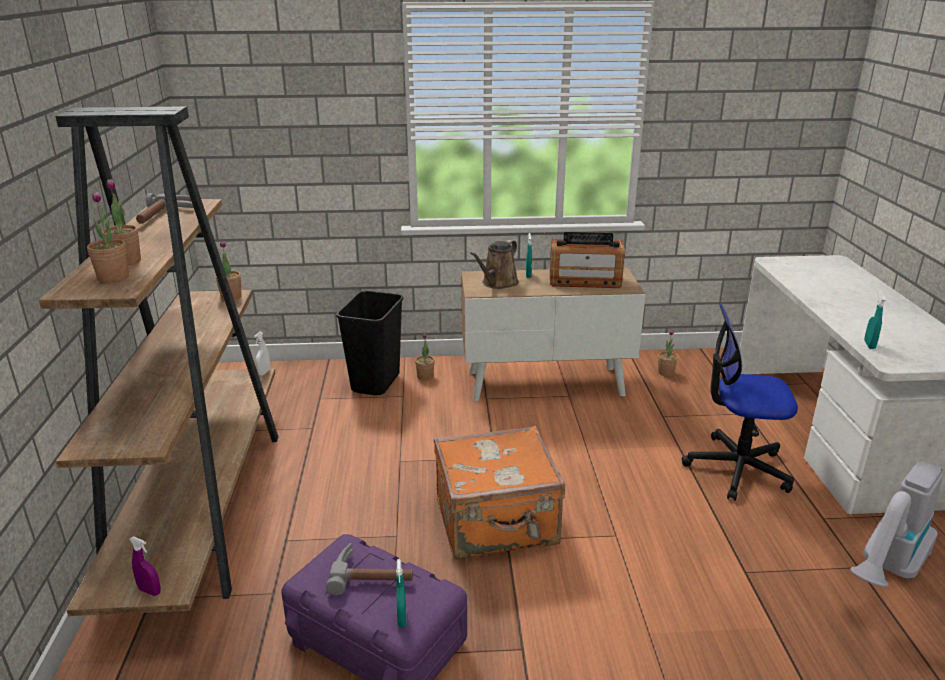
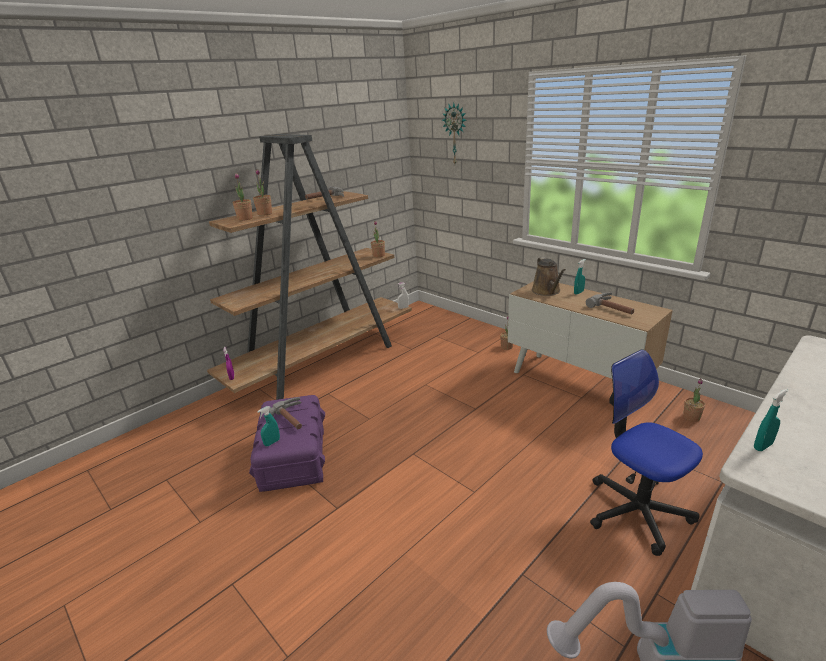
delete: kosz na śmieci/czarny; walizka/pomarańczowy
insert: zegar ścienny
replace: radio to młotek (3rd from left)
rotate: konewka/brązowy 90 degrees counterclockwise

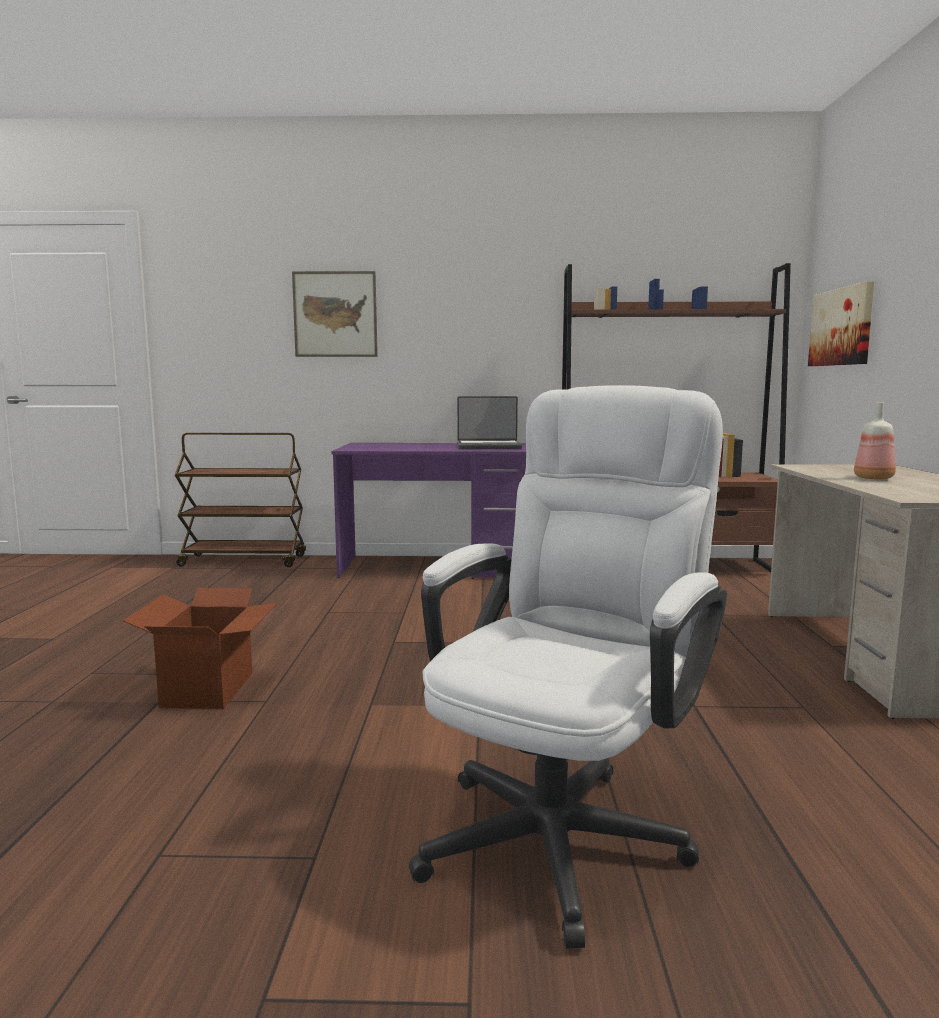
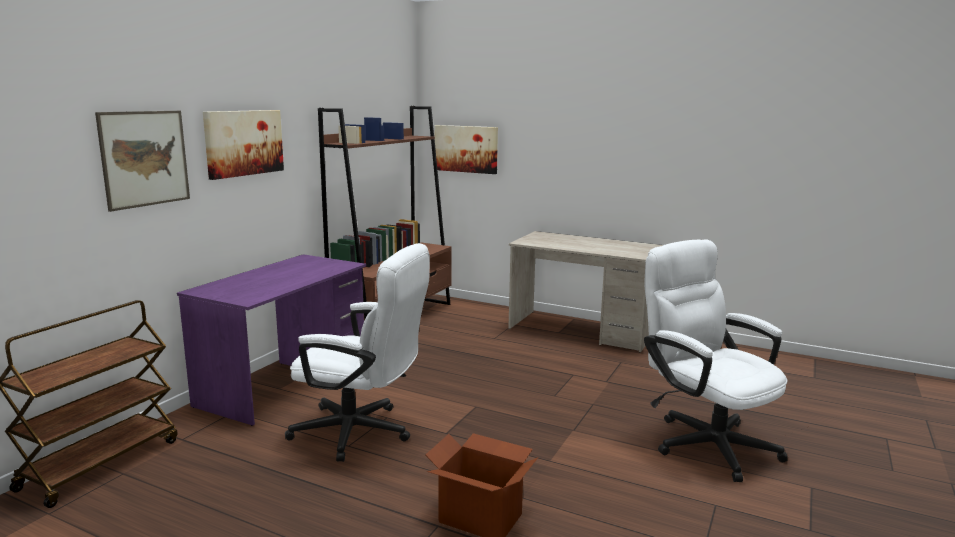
delete: laptop; butelka
insert: obraz (2nd from left); krzesło biurowe/biały (1st from left)

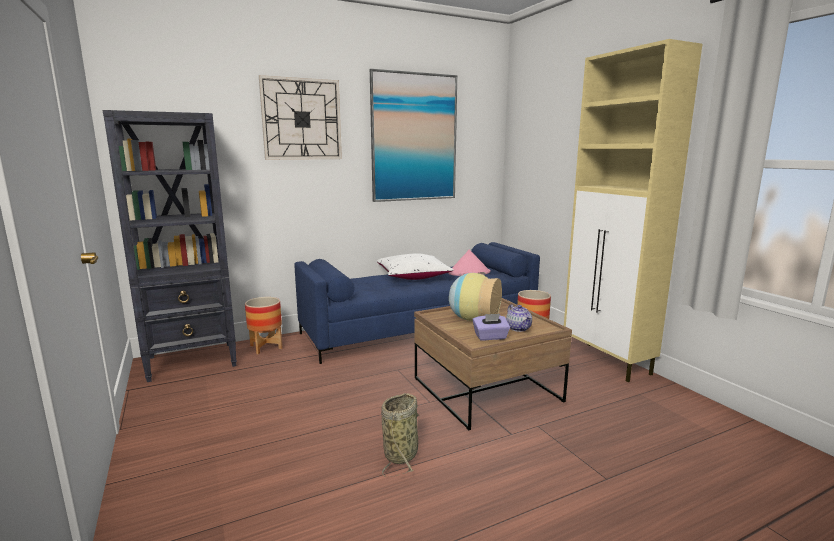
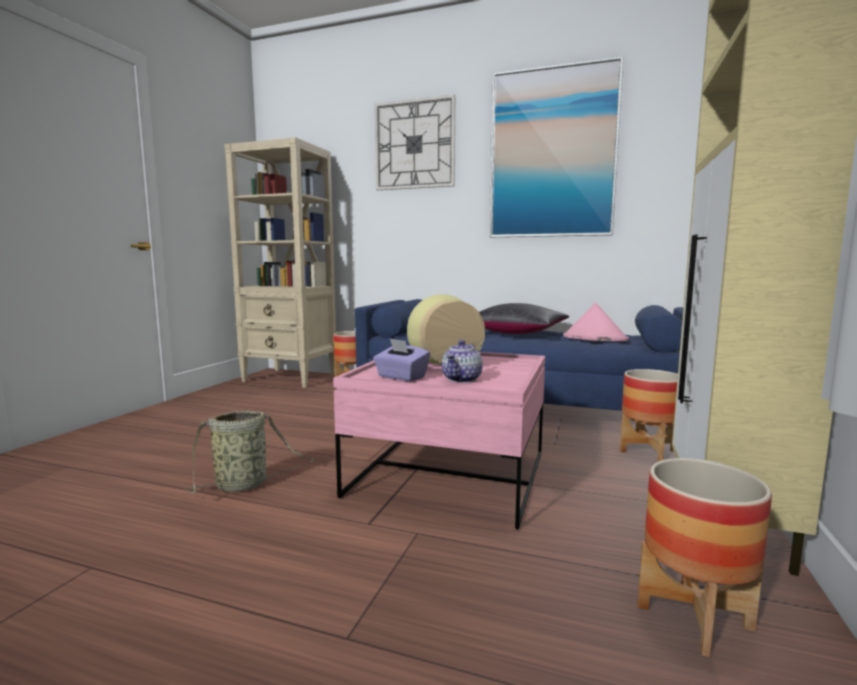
insert: donica (3rd from left)
recolor: regał/czarny to regał/beżowy; poduszka/biały to poduszka/czarny; ława/brązowy to ława/różowy

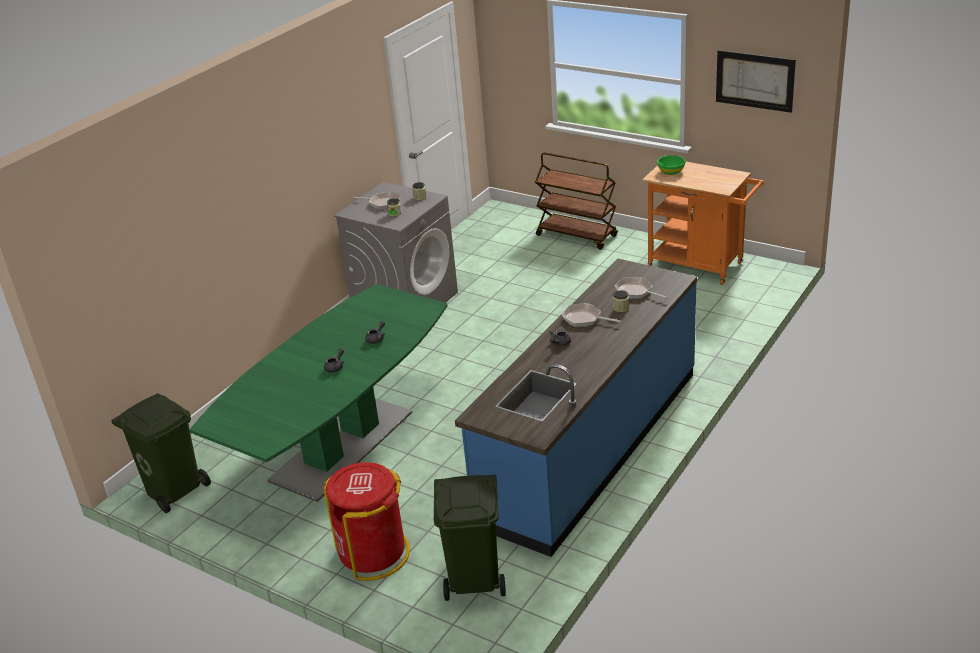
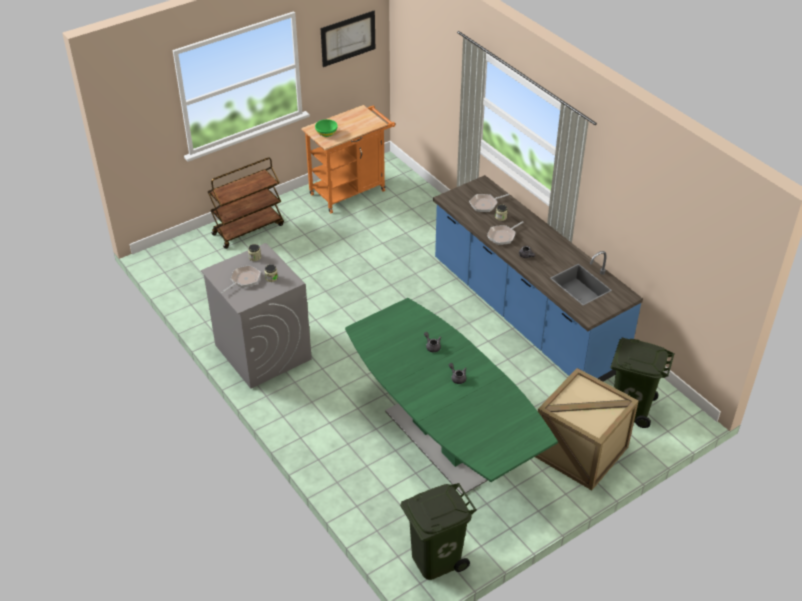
replace: kosz na śmieci/czerwony to skrzynka

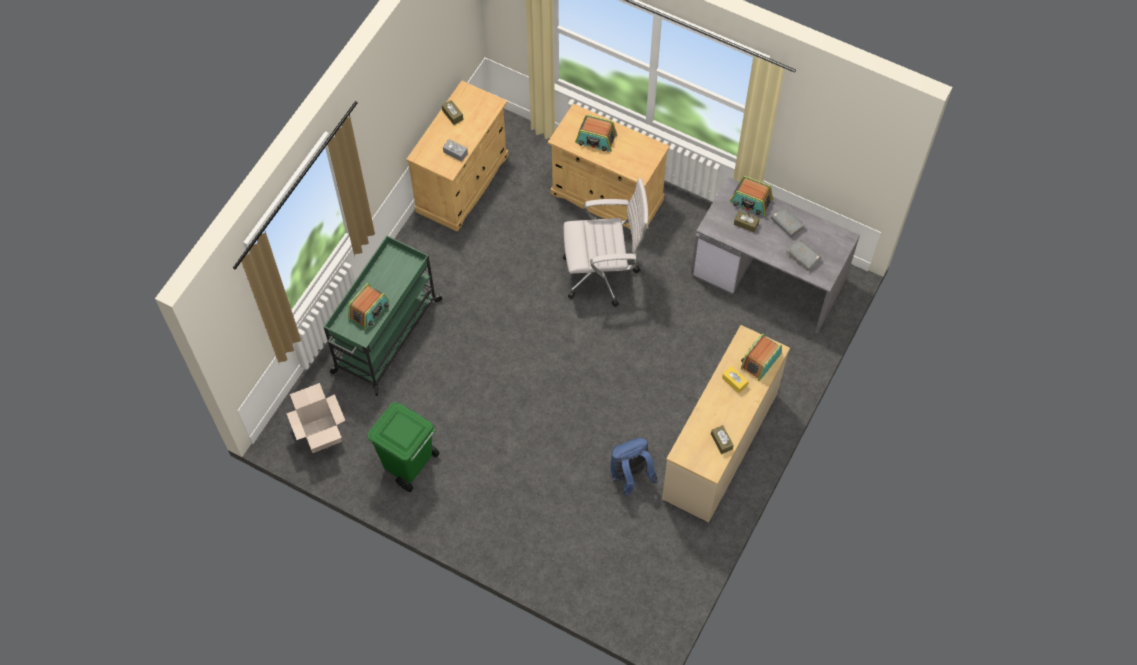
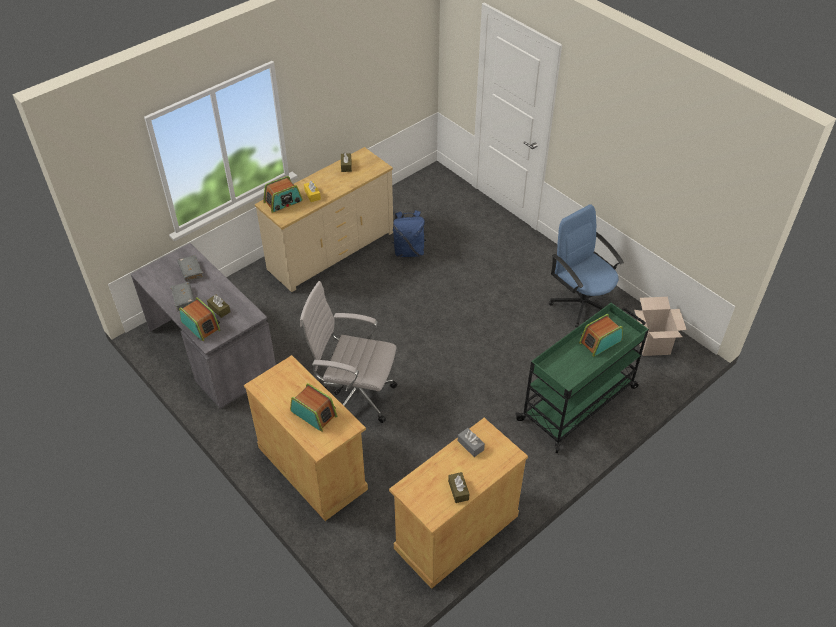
replace: kosz na śmieci/zielony to krzesło biurowe/niebieski

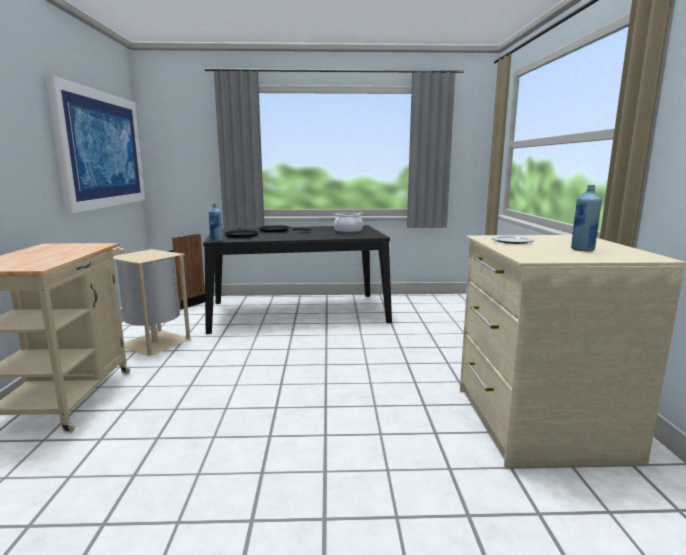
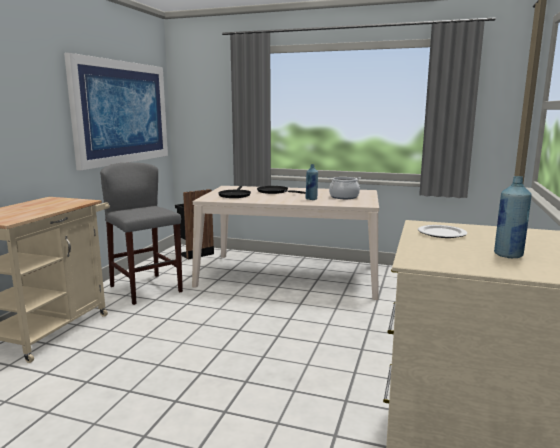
move: butelka/niebieski (1st from left)
replace: kosz na śmieci/beżowy to stołek/szary
recolor: stół jadalny/czarny to stół jadalny/beżowy

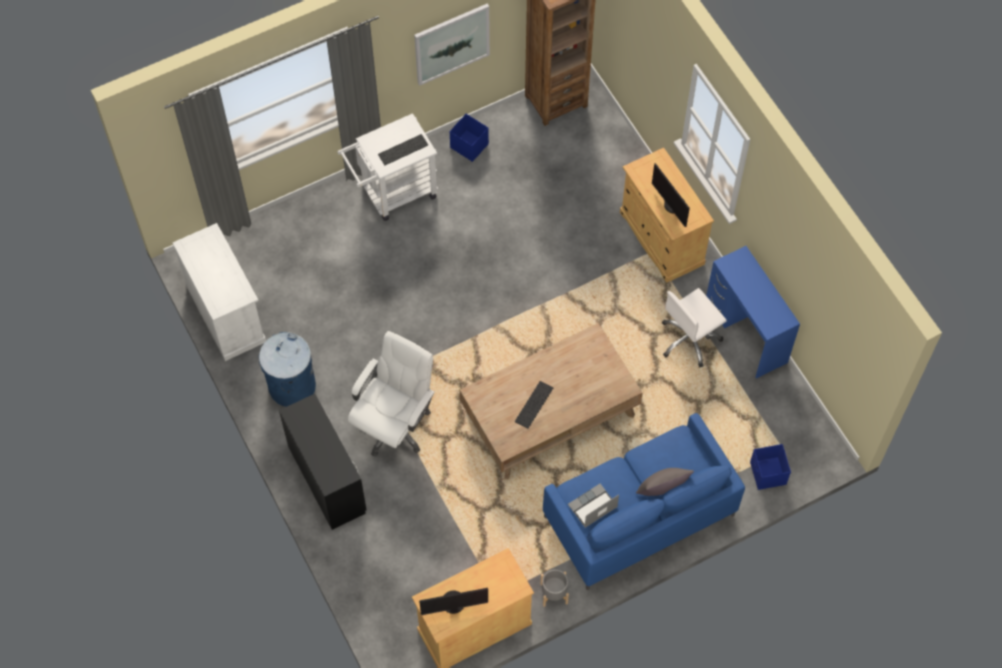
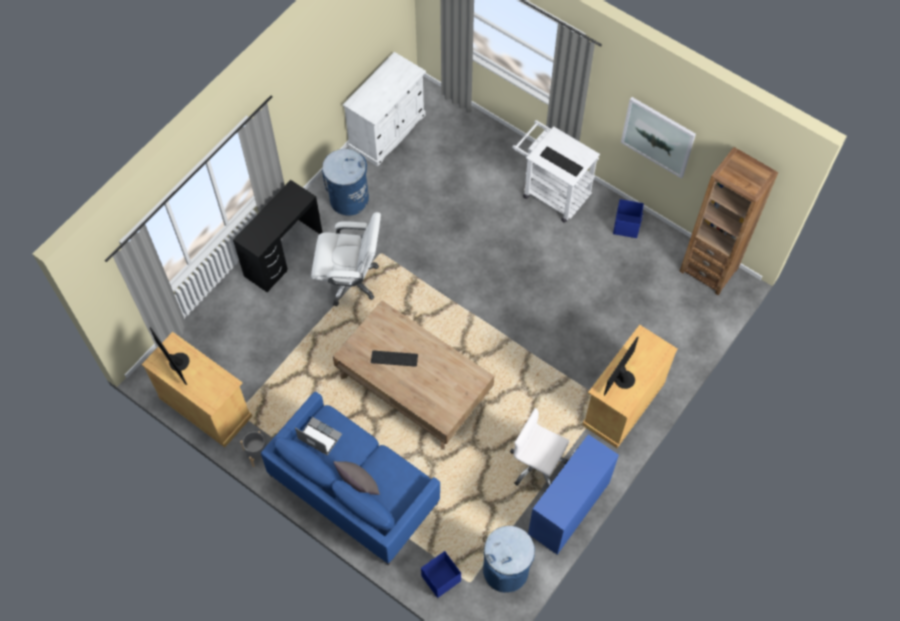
insert: kosz na śmieci/niebieski (2nd from left)

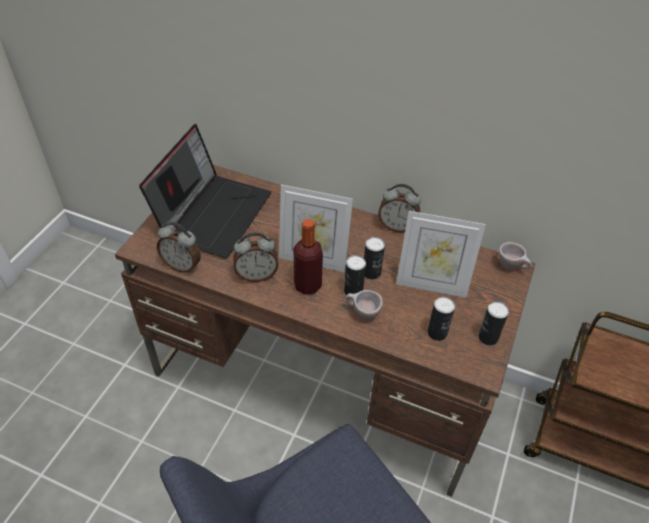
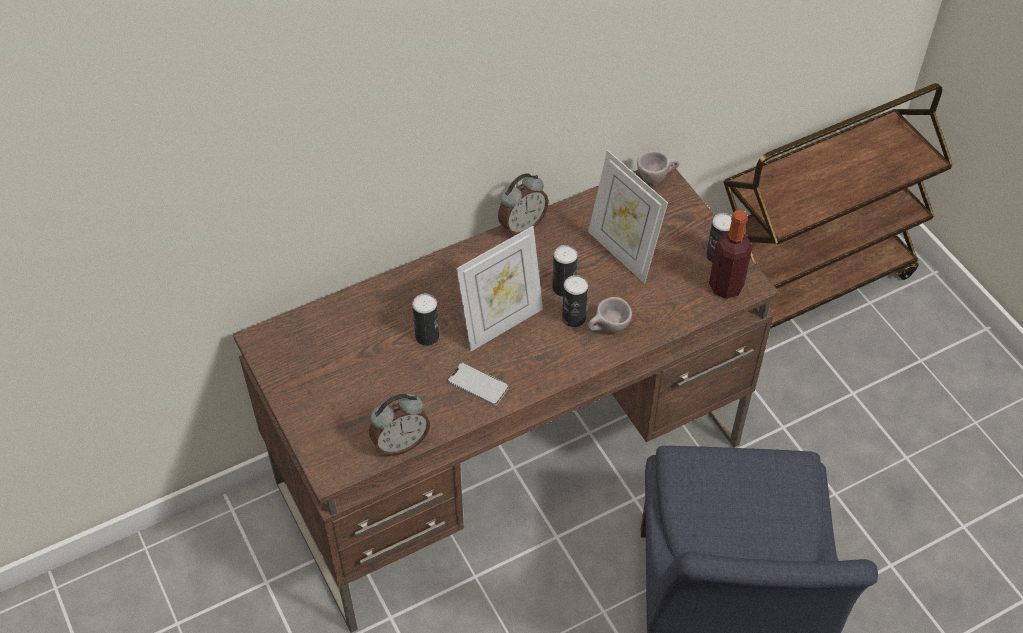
delete: laptop
move: butelka; puszka (3rd from left in the first image) to puszka (1st from left)
replace: budzik (2nd from left) to telefon
rotate: ramka na zdjęcie (2nd from left) 90 degrees clockwise

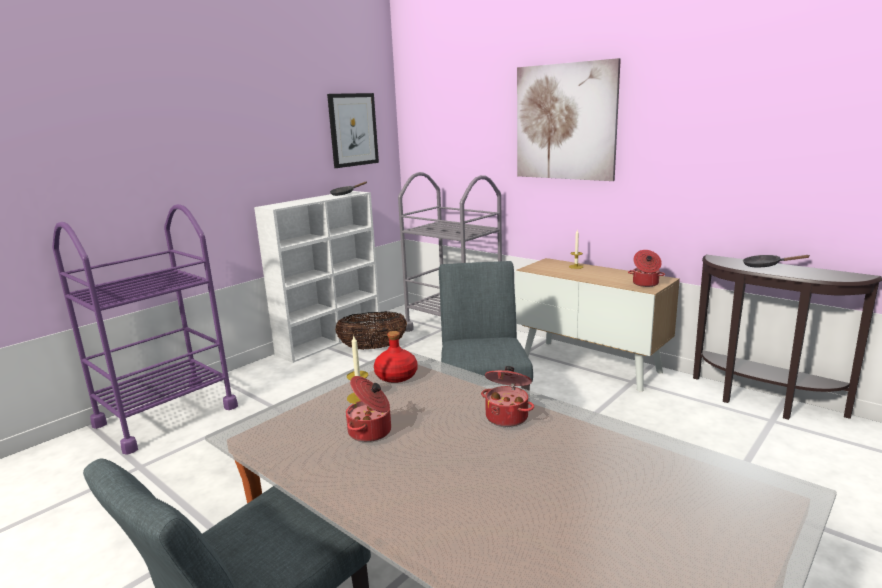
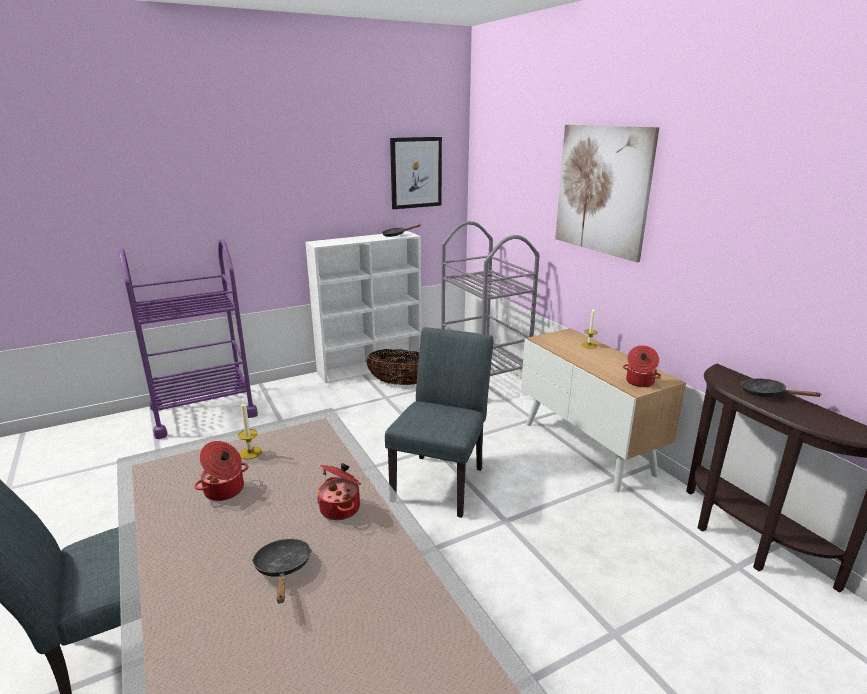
delete: butelka/czerwony
insert: patelnia/czarny (1st from left)

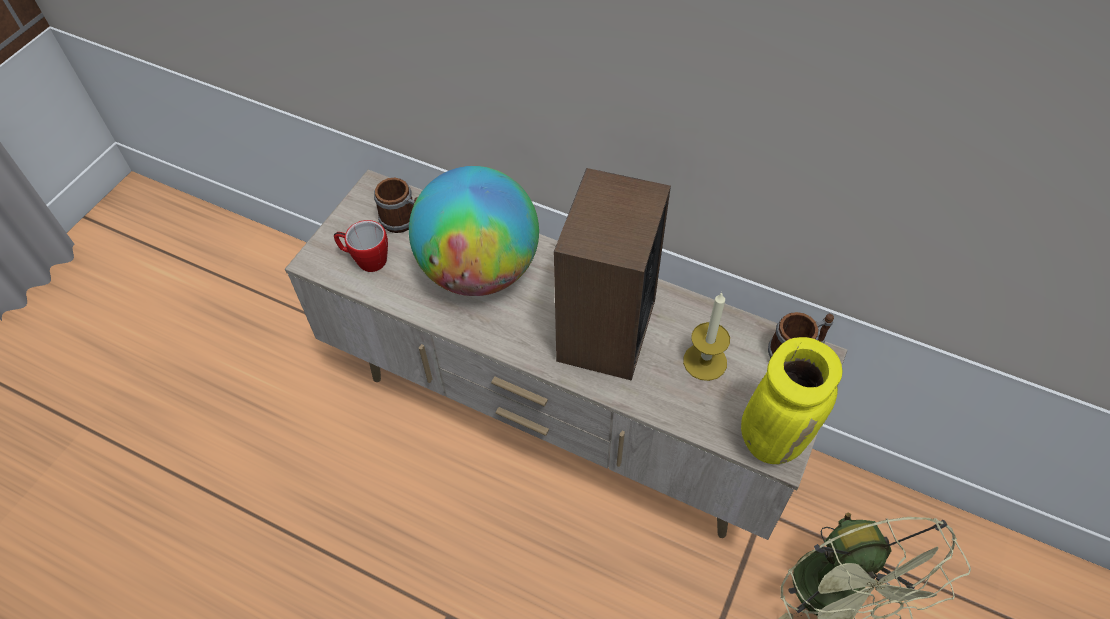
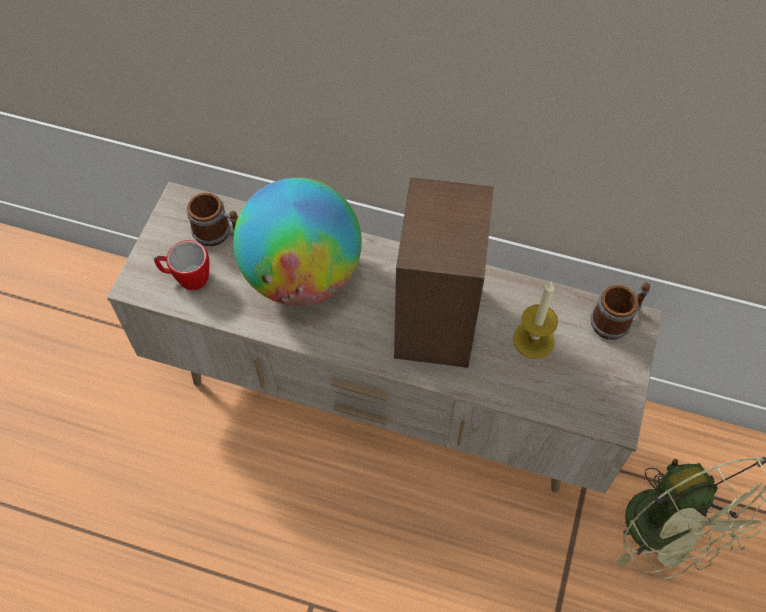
delete: wazon/żółty

